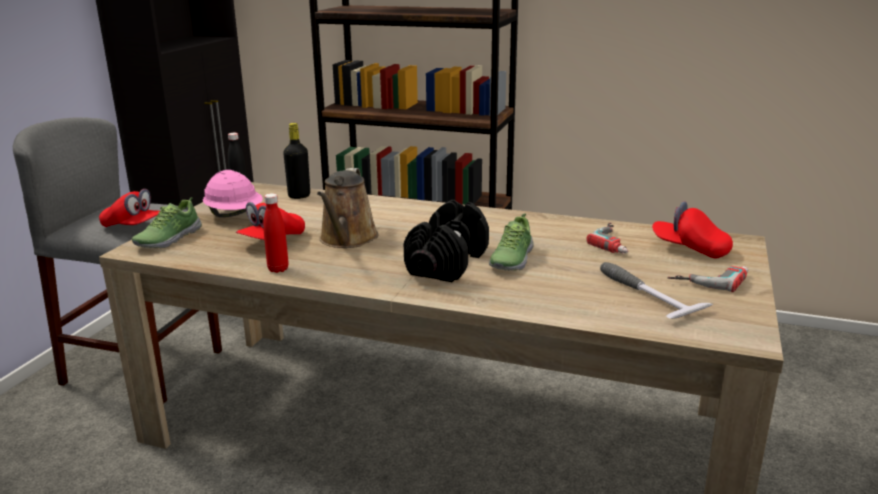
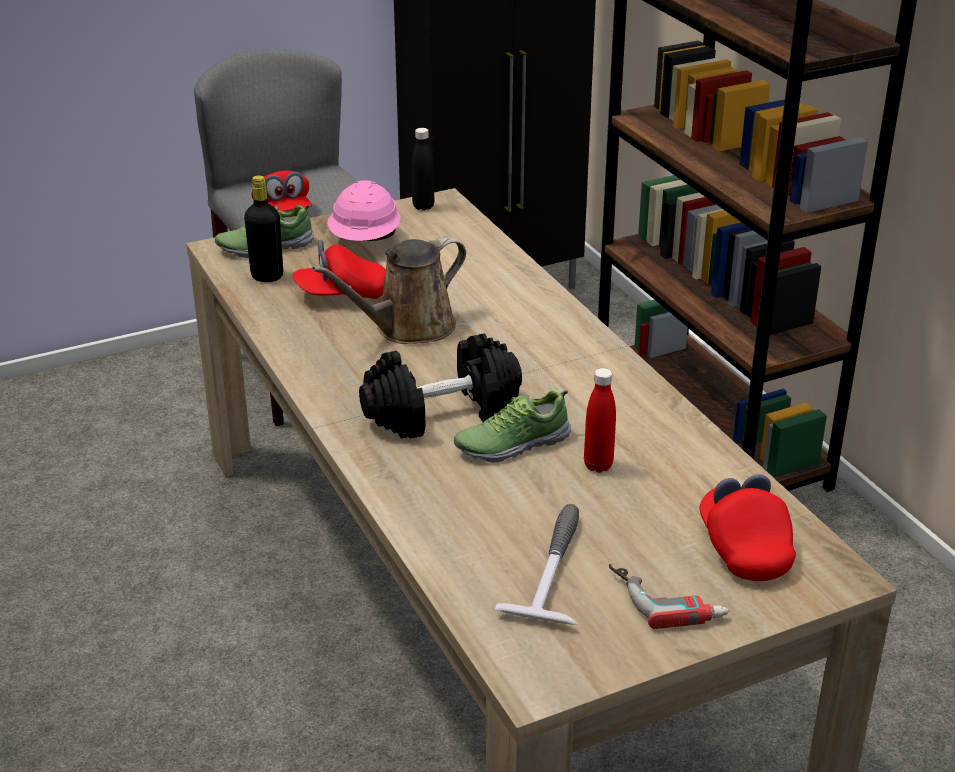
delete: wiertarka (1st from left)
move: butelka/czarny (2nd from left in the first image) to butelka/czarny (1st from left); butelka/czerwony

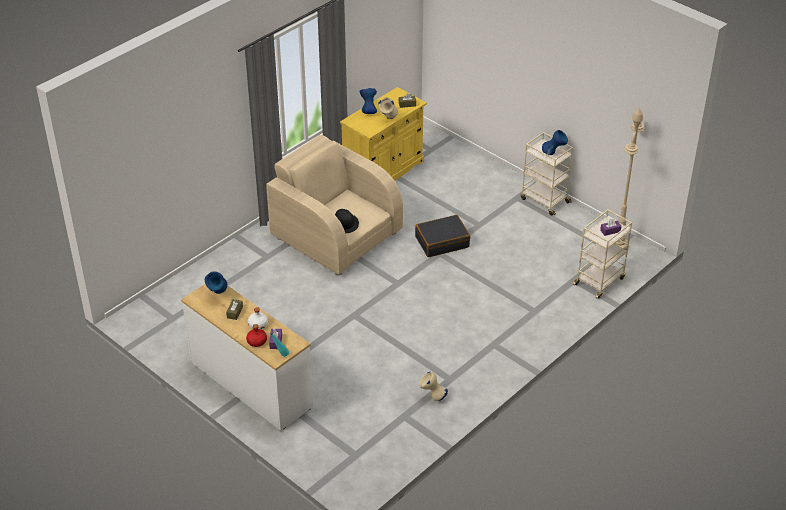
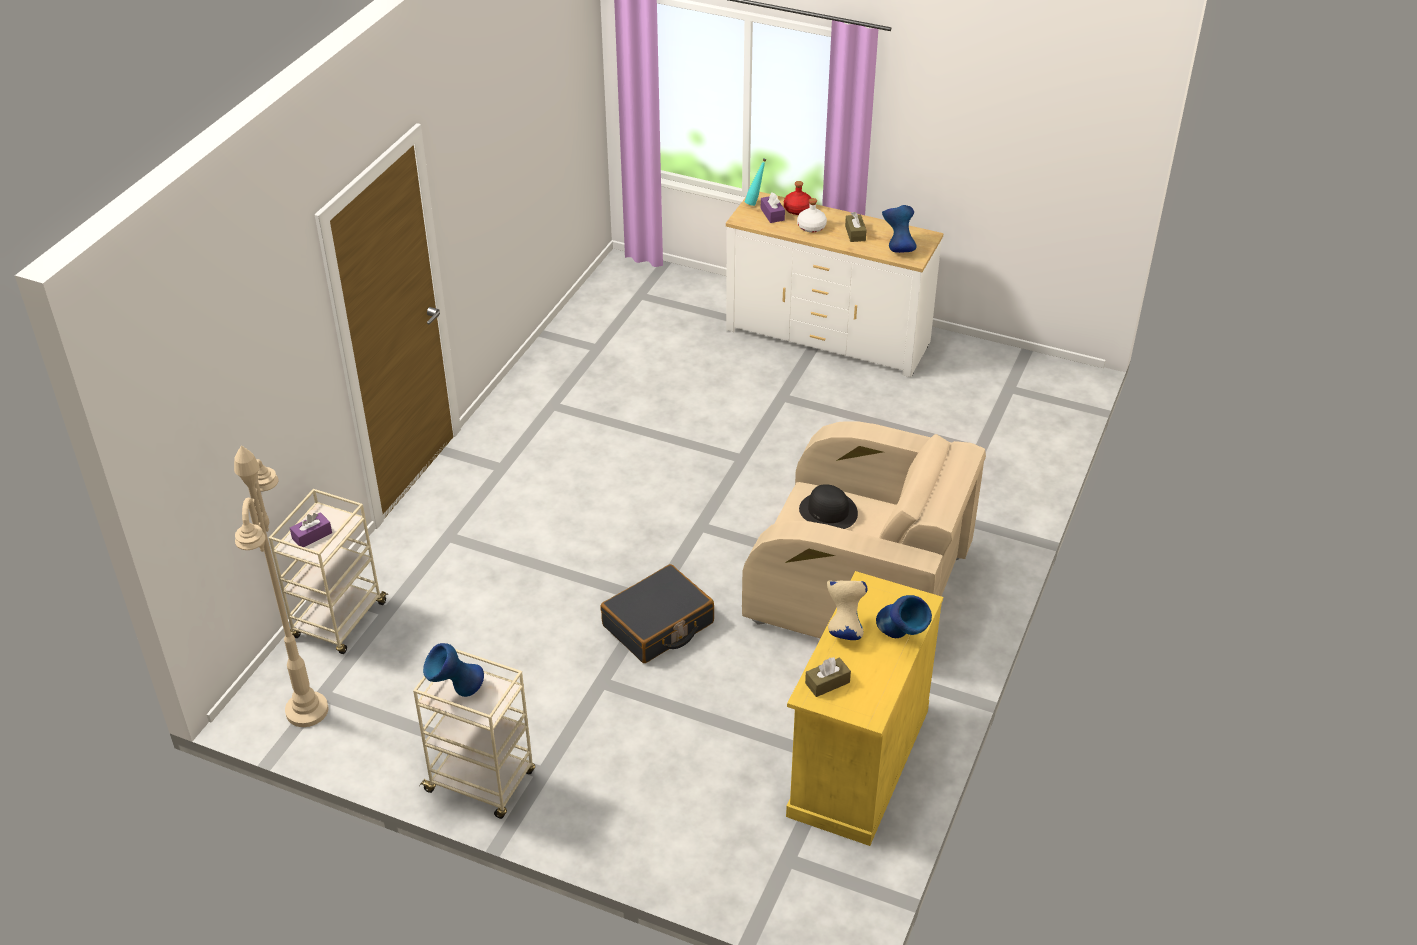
delete: wazon/beżowy (2nd from left)

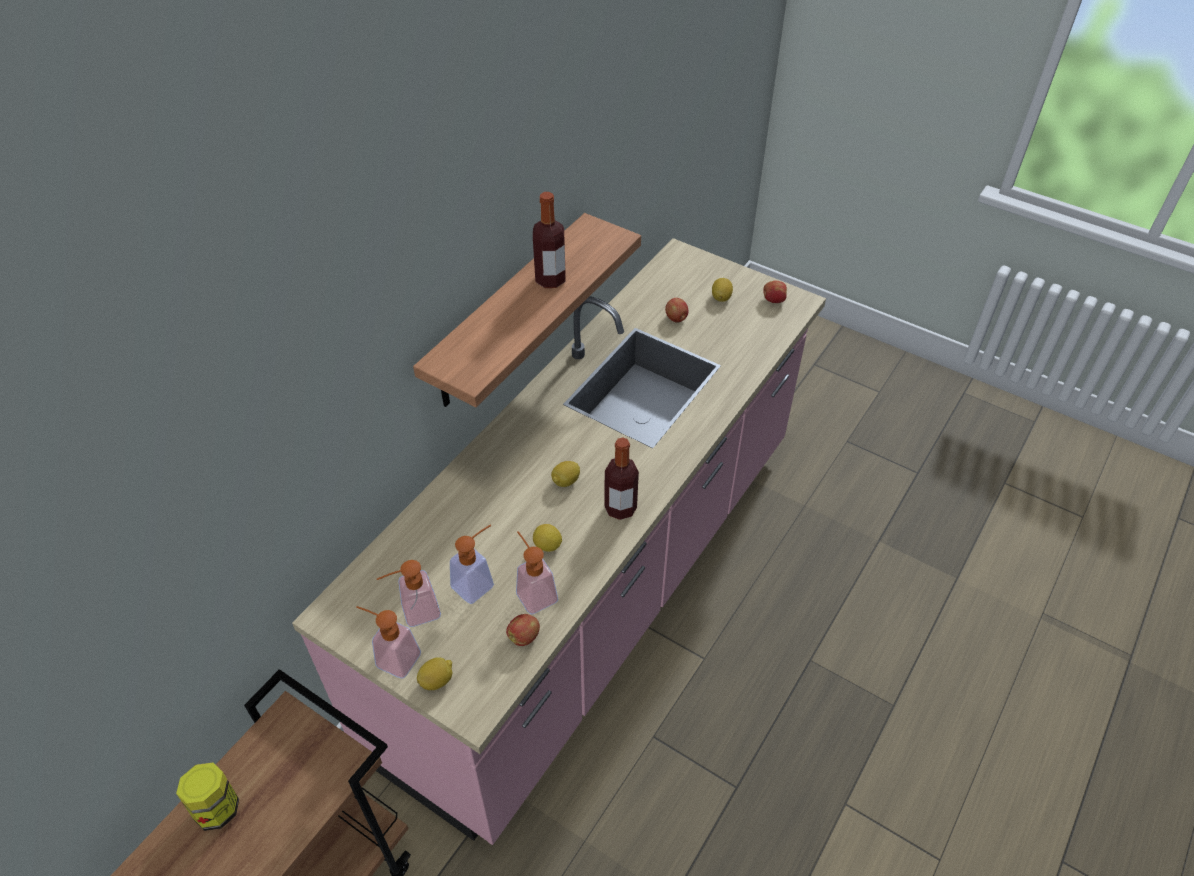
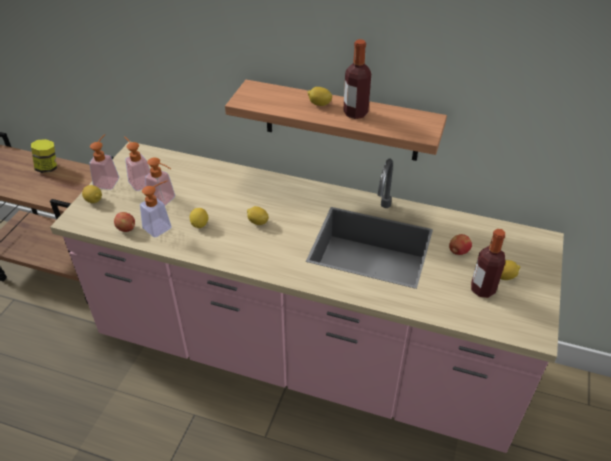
delete: jabłko (3rd from left)
insert: cytryna (4th from left)
move: butelka (2nd from left)

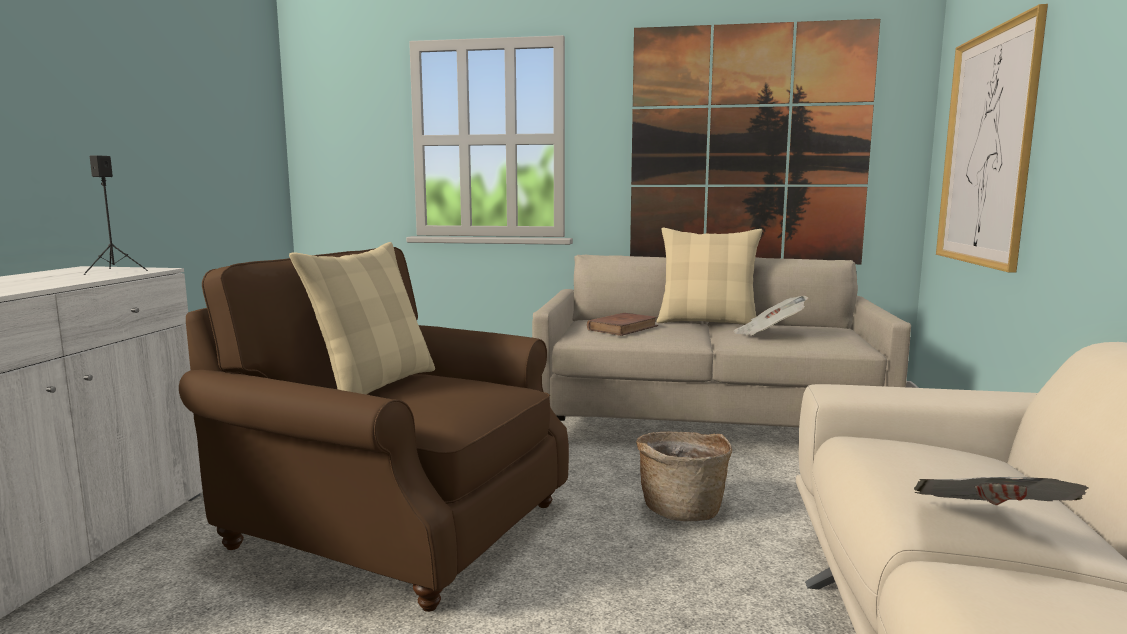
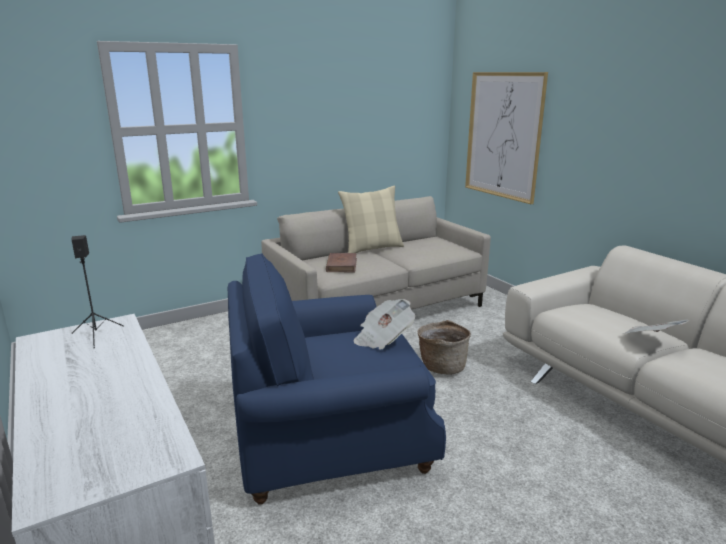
delete: obraz (1st from left); poduszka/beżowy (1st from left)
move: gazeta (1st from left)
recolor: fotel/brązowy to fotel/niebieski

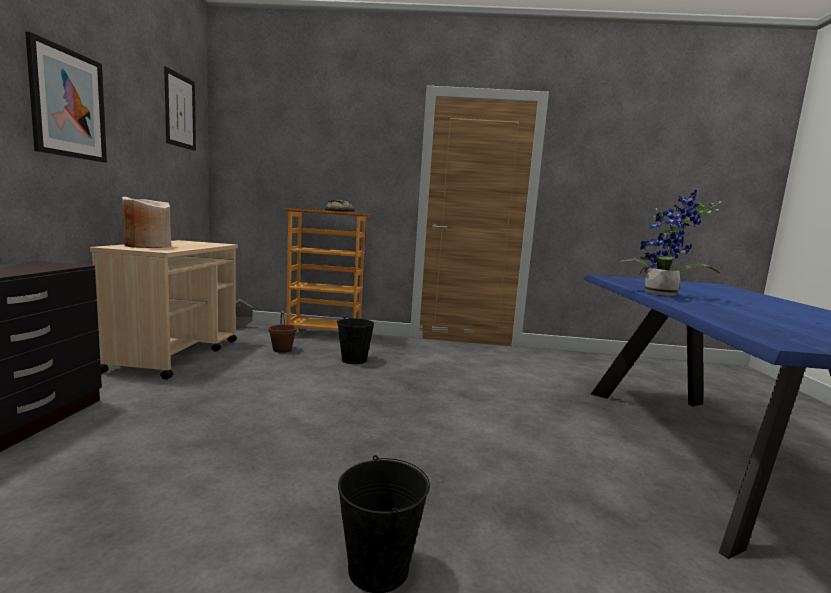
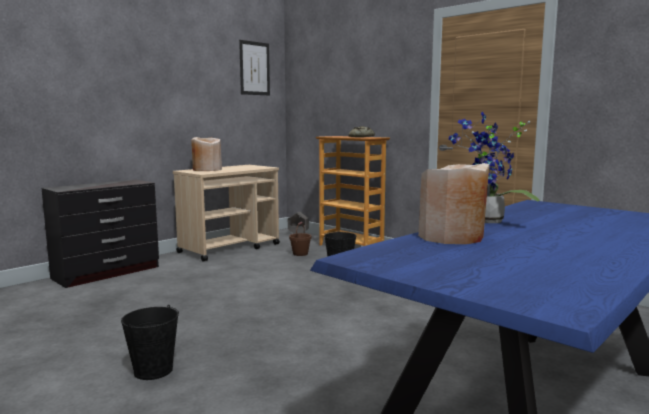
delete: obraz (1st from left)
insert: wazon/beżowy (2nd from left)

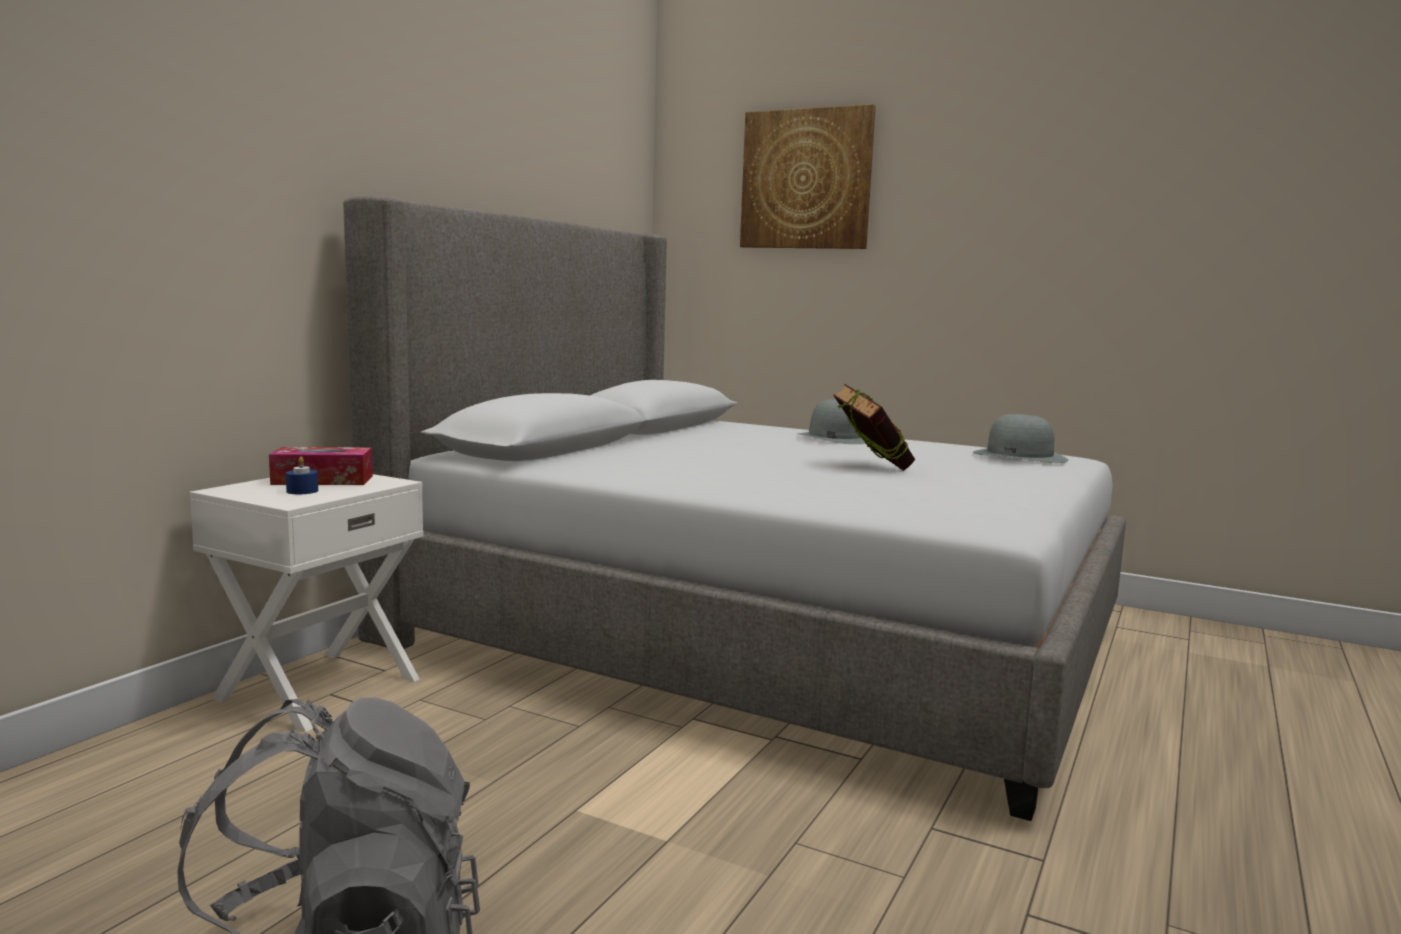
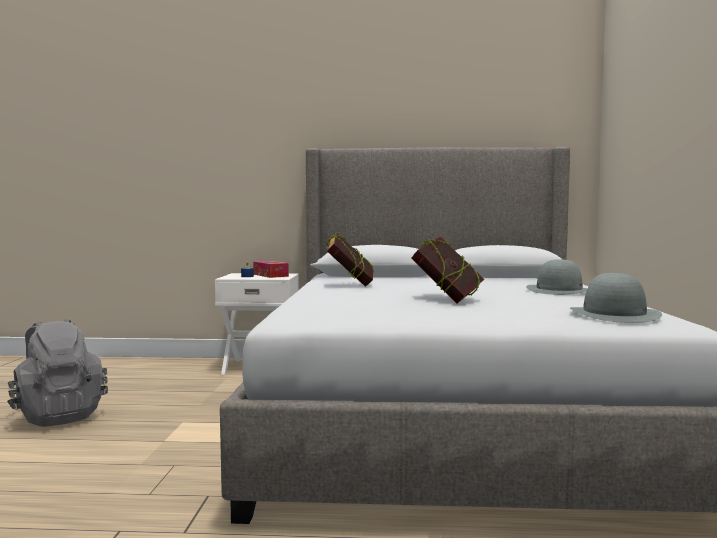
delete: obraz
insert: książka (1st from left)

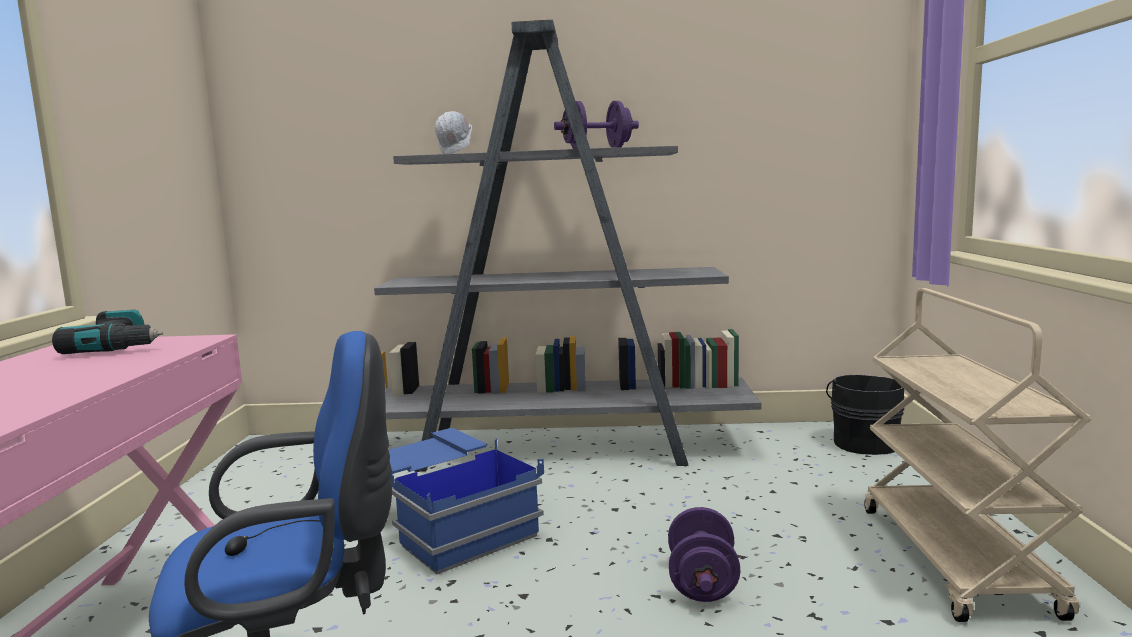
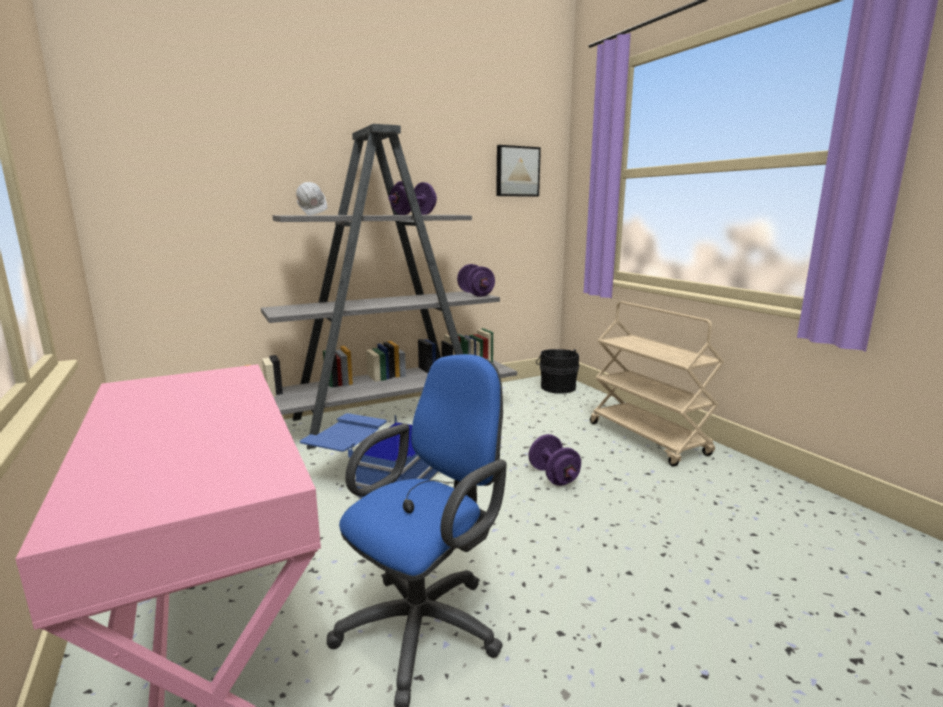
delete: wiertarka
insert: obraz; hantel/fioletowy (2nd from left)

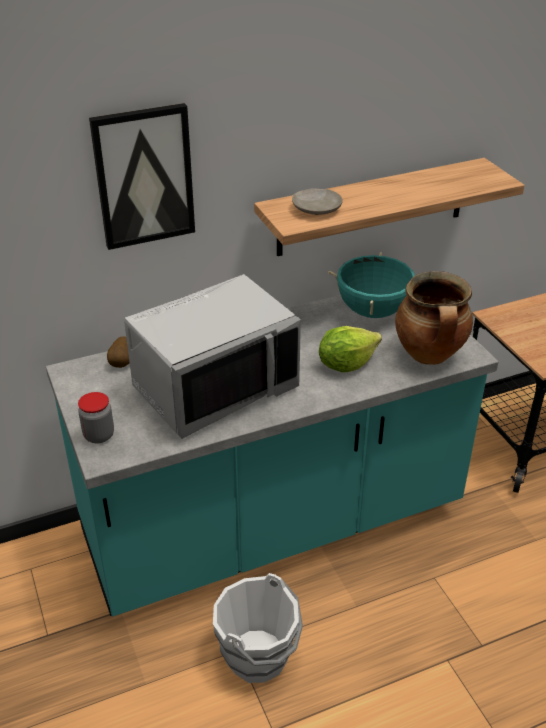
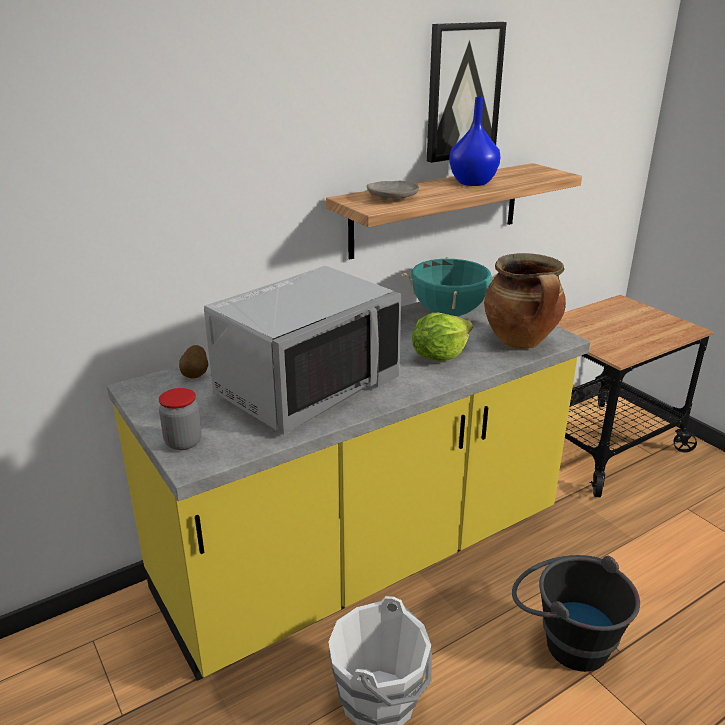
insert: wazon/niebieski; wiadro/czarny
move: obraz
recolor: zabudowa kuchenna/turkusowy to zabudowa kuchenna/żółty

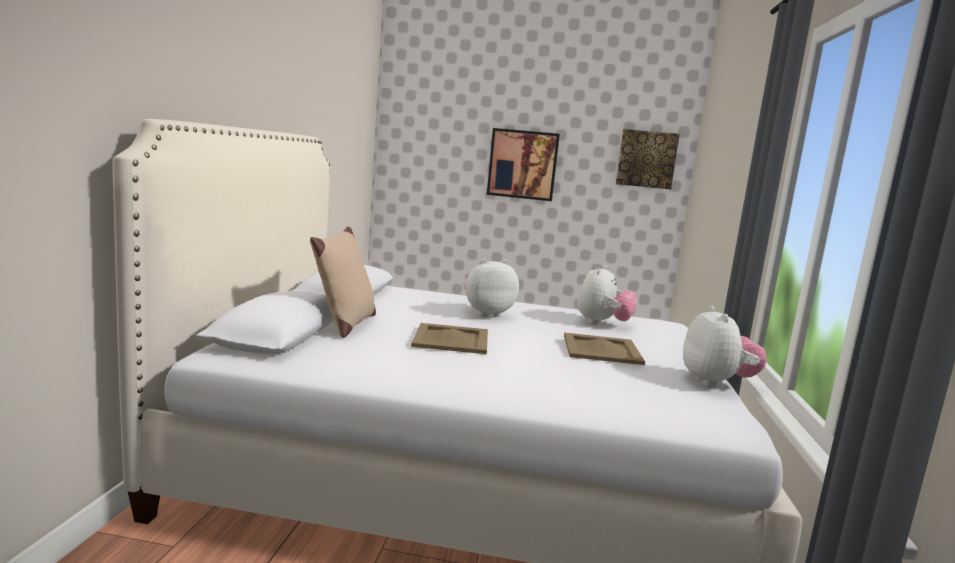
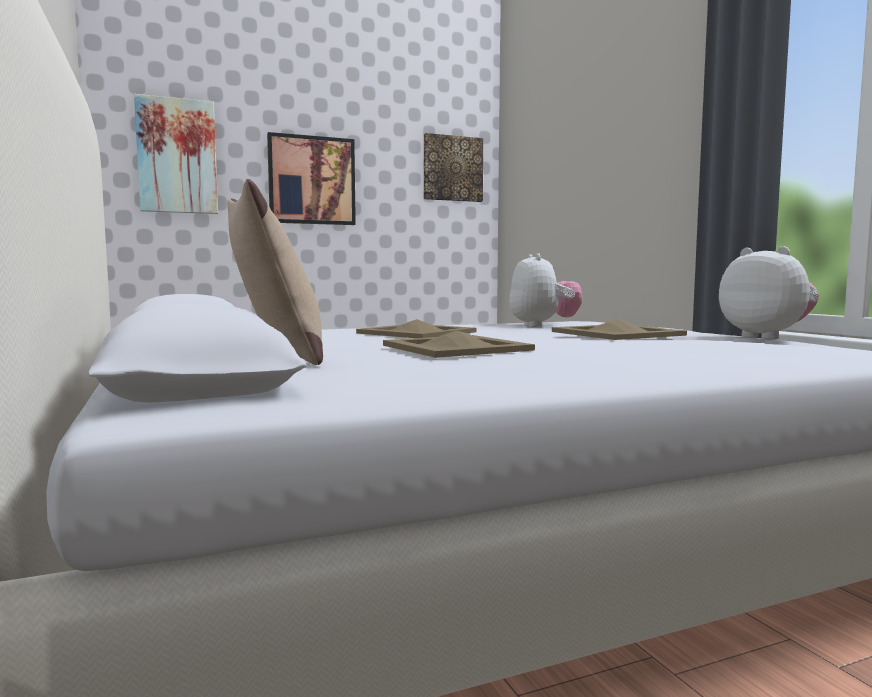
insert: obraz (1st from left)
replace: pluszak (1st from left) to taca/beżowy (1st from left)

